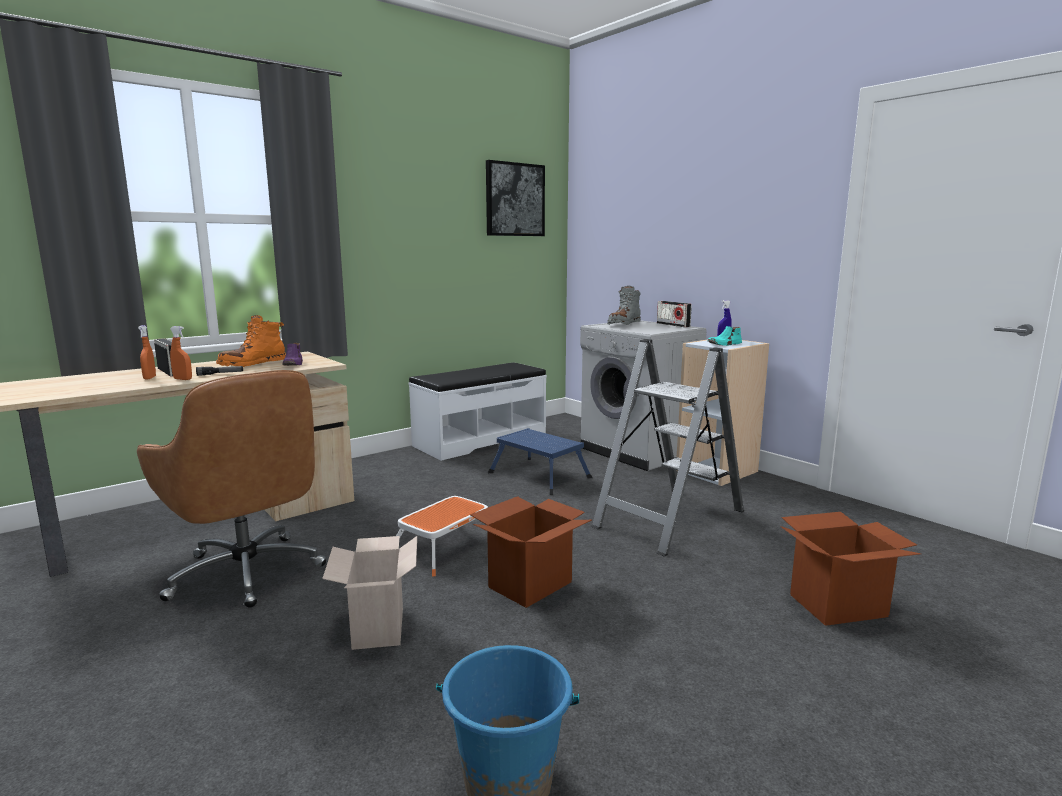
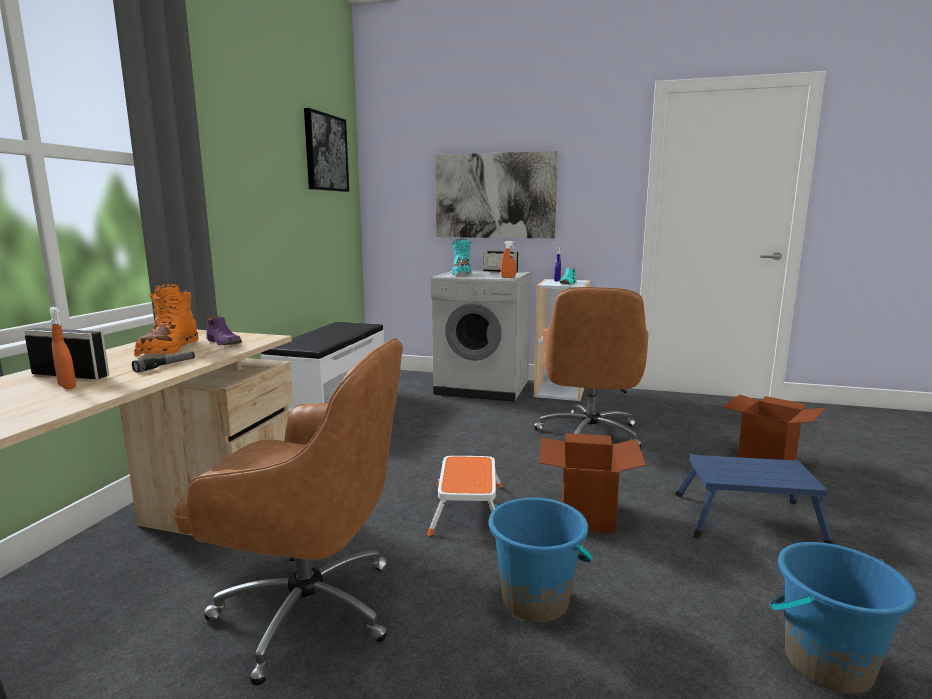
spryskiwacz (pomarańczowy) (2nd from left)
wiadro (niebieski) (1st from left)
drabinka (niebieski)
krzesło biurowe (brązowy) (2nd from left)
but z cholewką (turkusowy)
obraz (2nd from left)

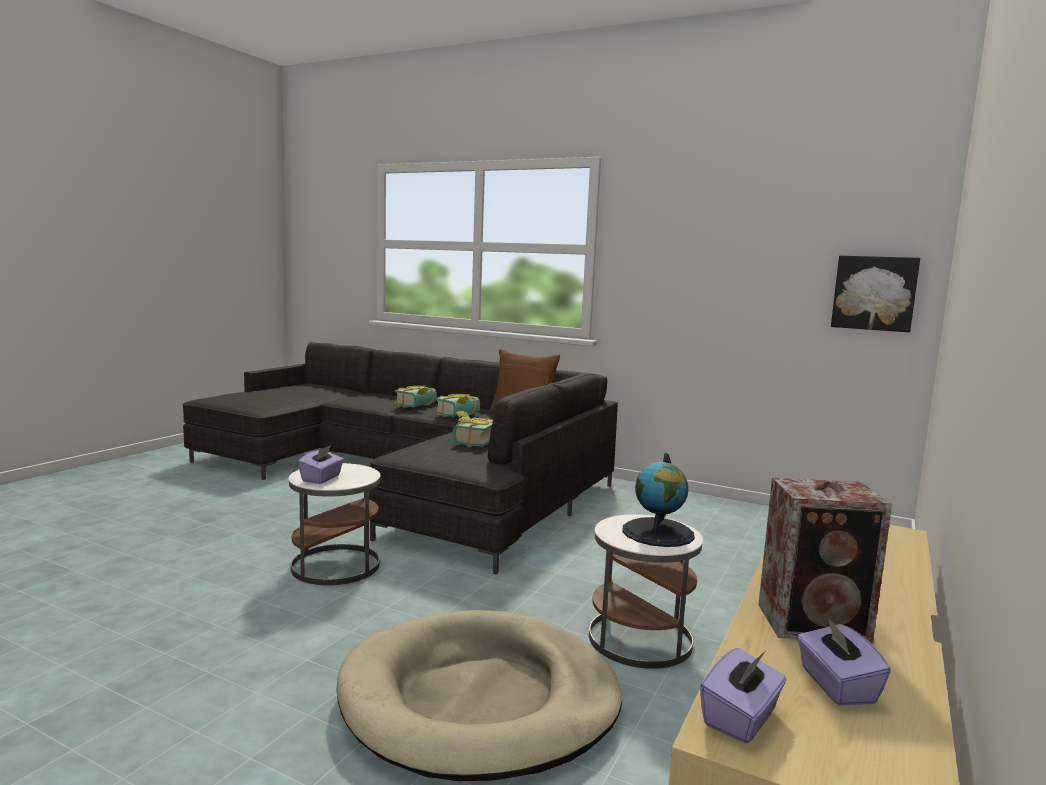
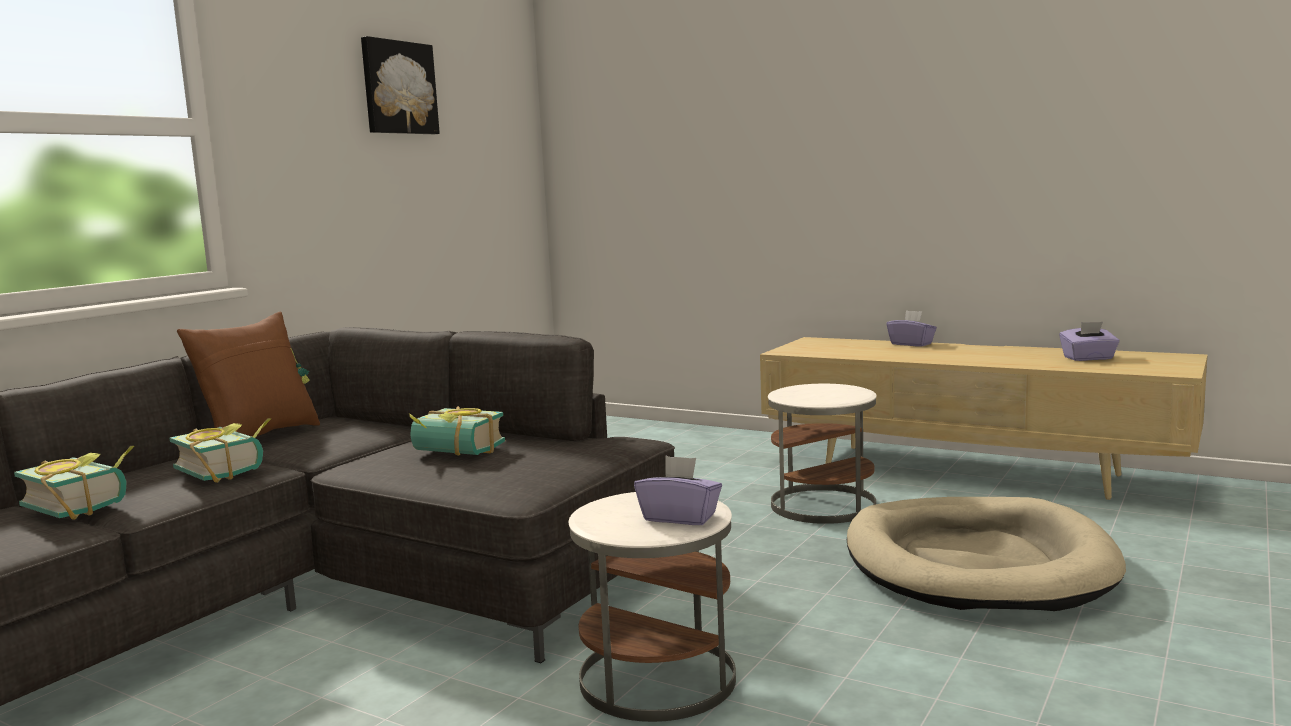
globus
pudełko chusteczek (fioletowy) (2nd from left)
głośnik
obraz

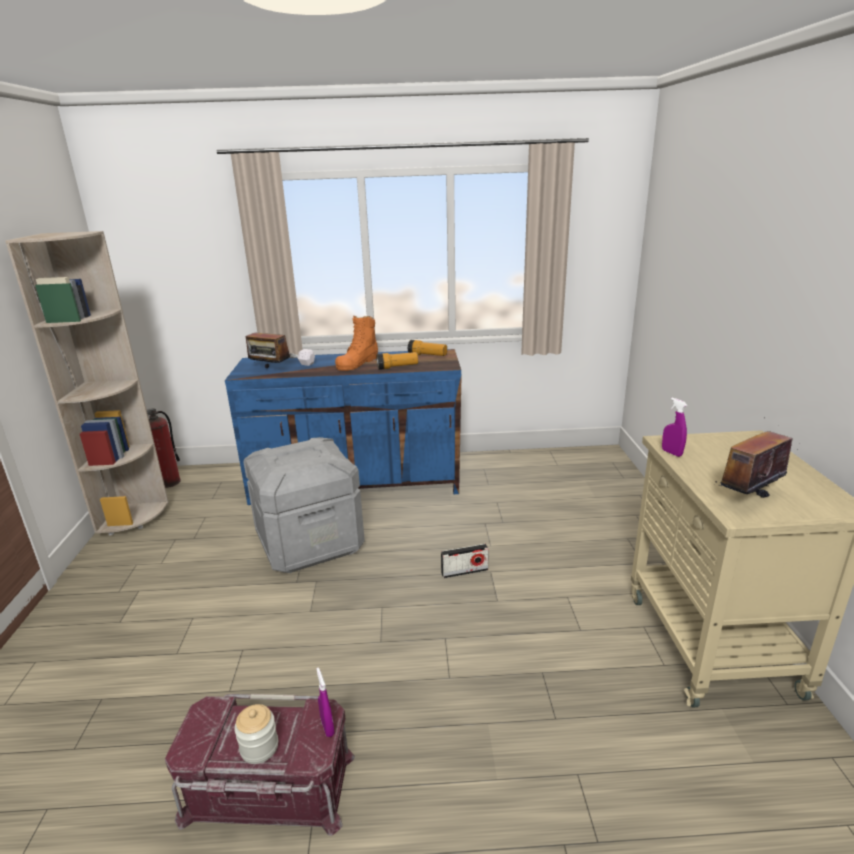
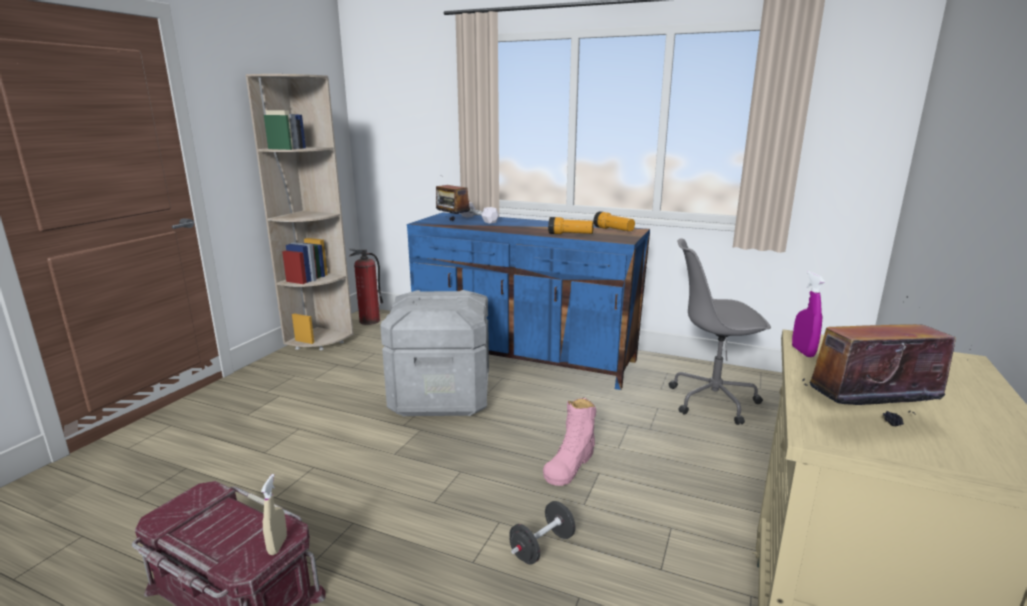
słoik
spryskiwacz (beżowy)
but z cholewką (pomarańczowy)
but z cholewką (różowy)
hantel (czarny)
krzesło biurowe (szary)

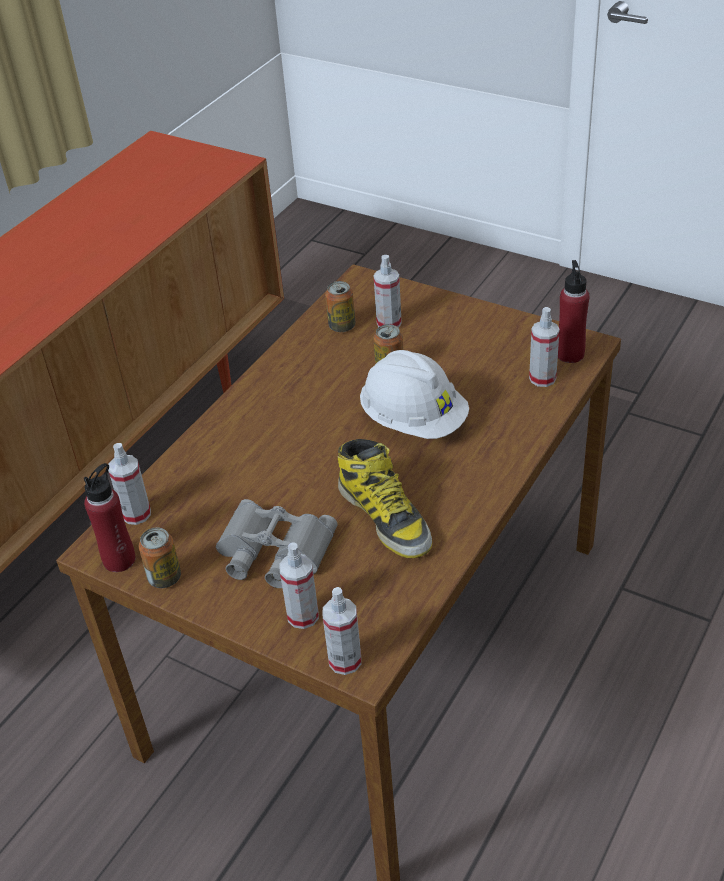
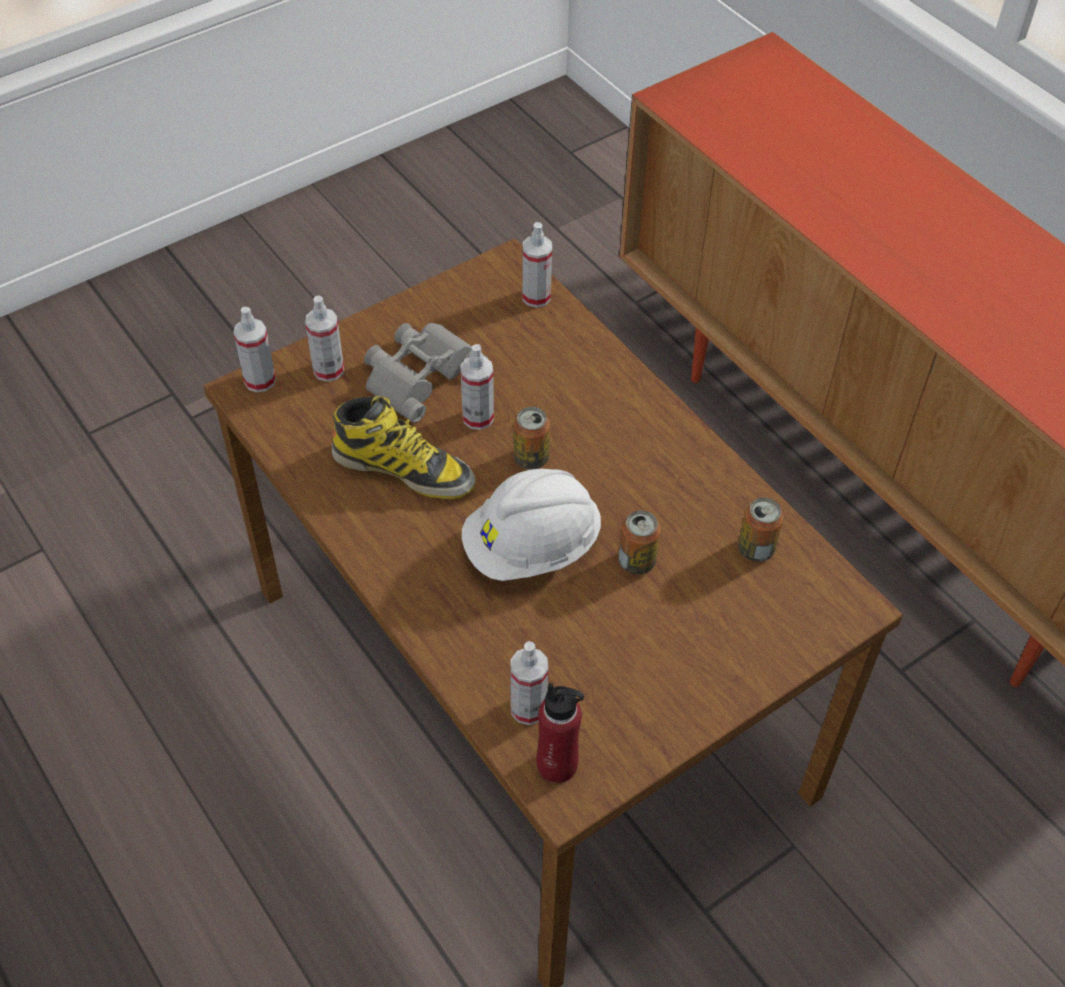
butelka (czerwony) (1st from left in the first image)
puszka (1st from left)
but z cholewką
spryskiwacz (3rd from left)

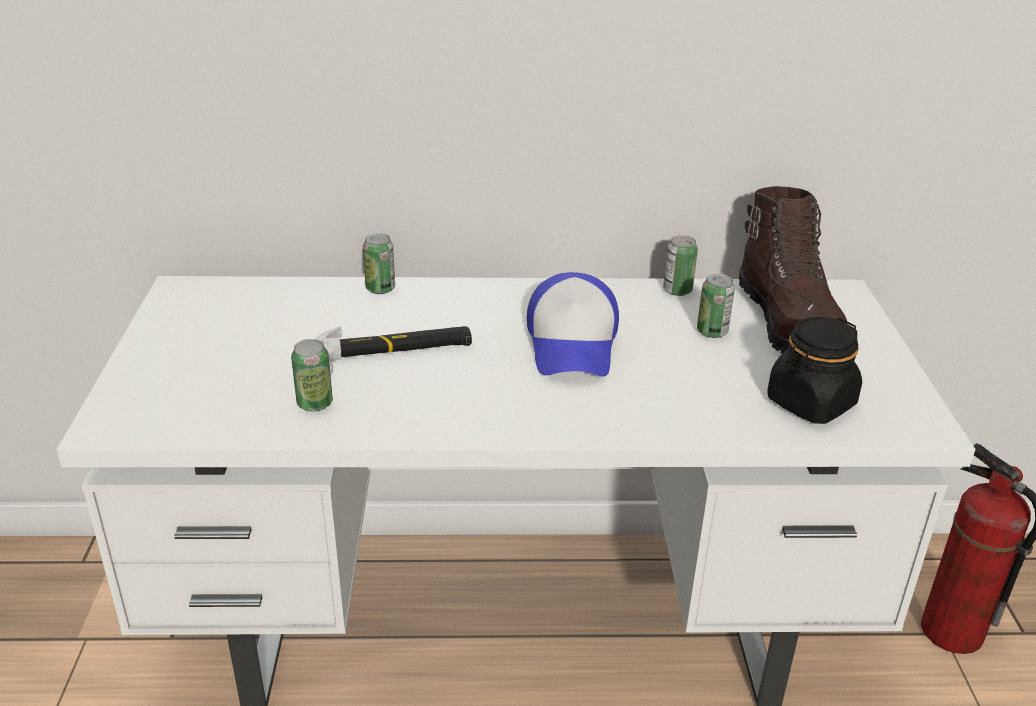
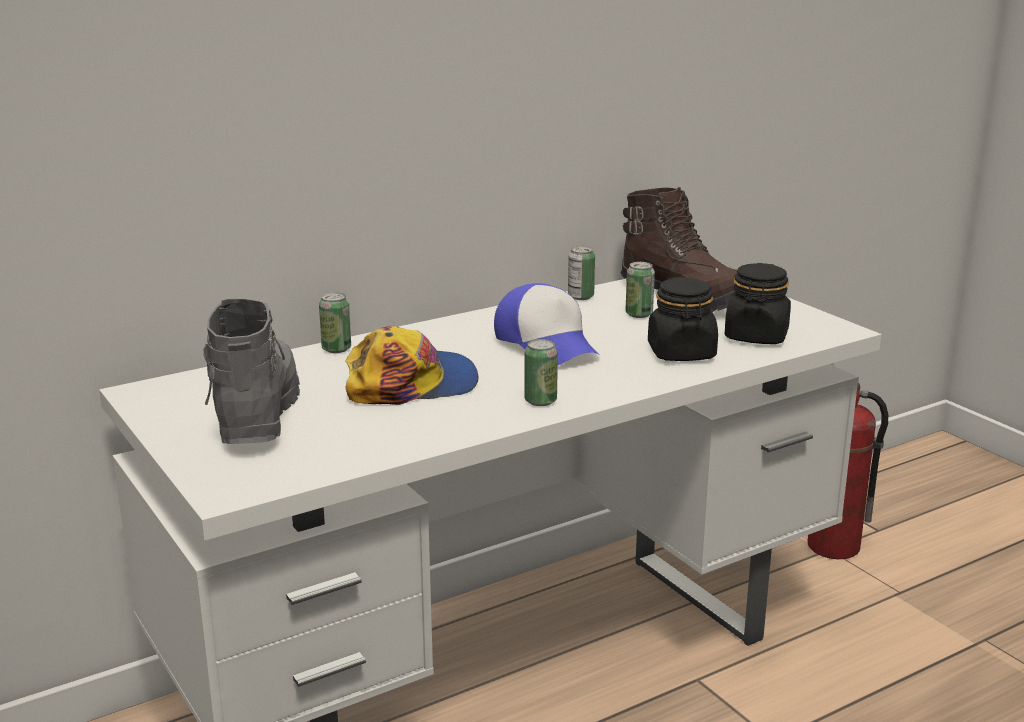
puszka (2nd from left)
czapka z daszkiem (1st from left)
but z cholewką (szary)
słoik (czarny) (1st from left)

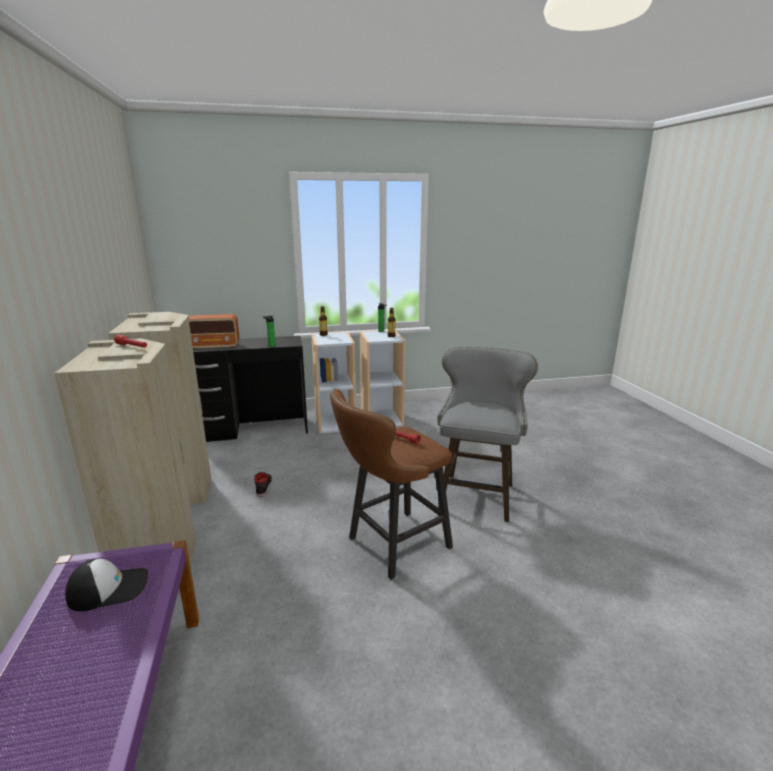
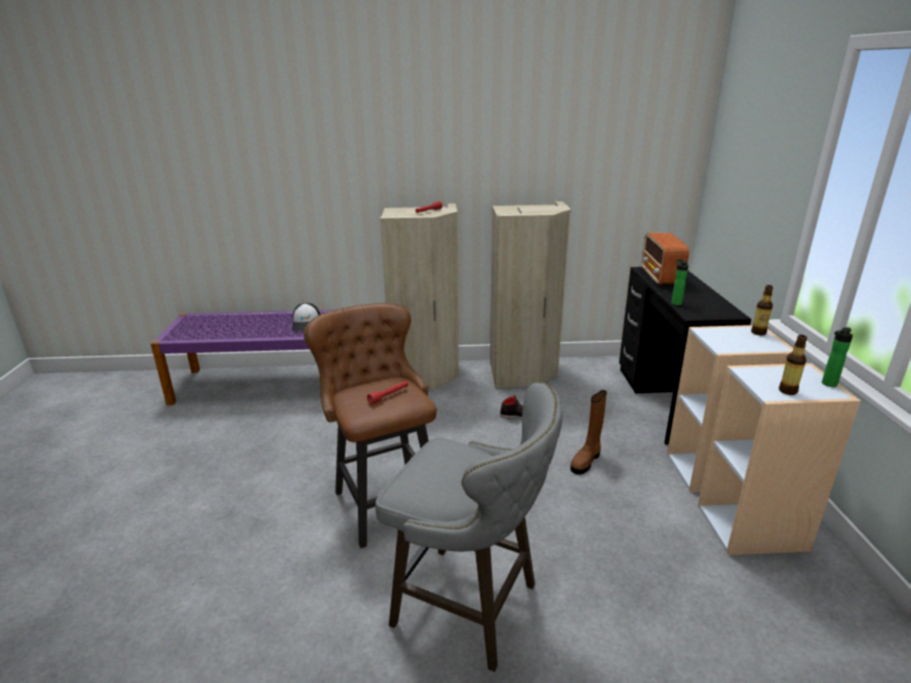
but z cholewką (brązowy)

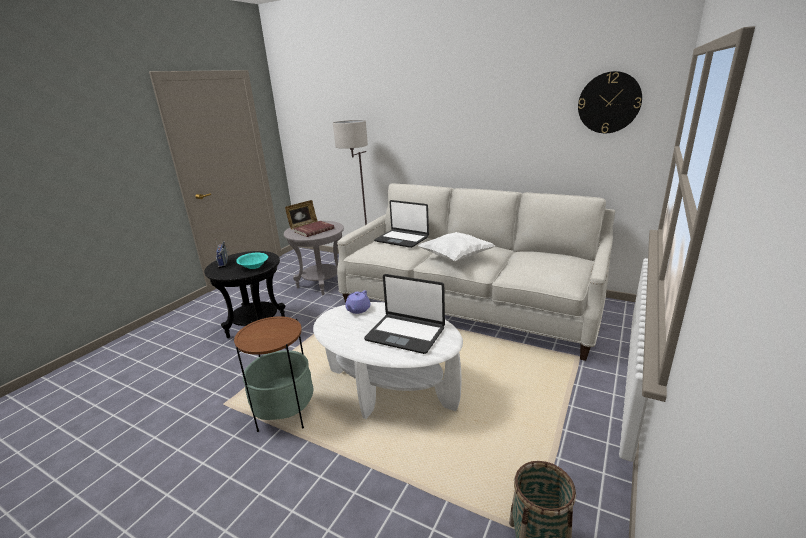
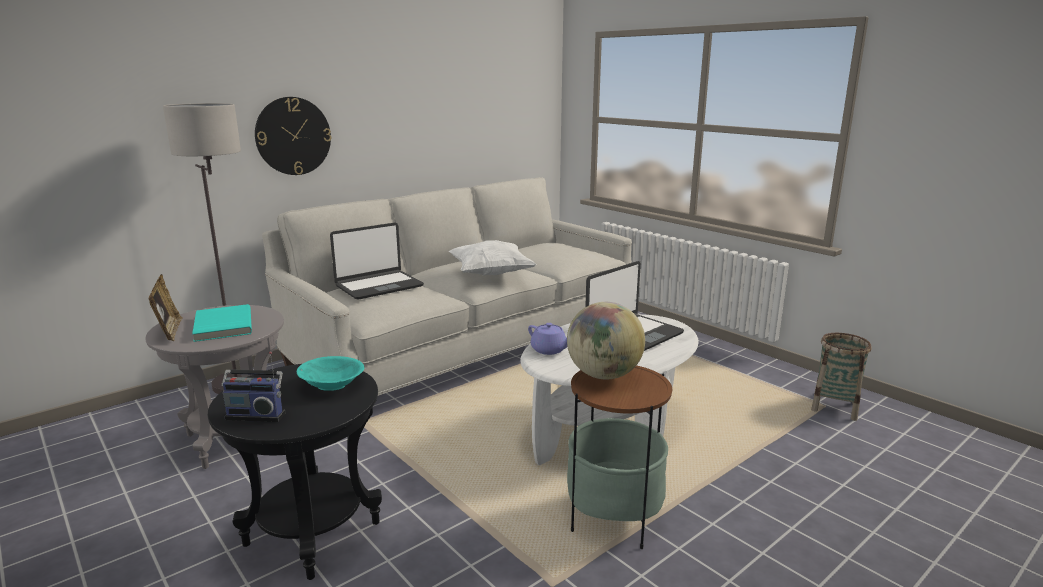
książka (turkusowy)
zegar ścienny
globus

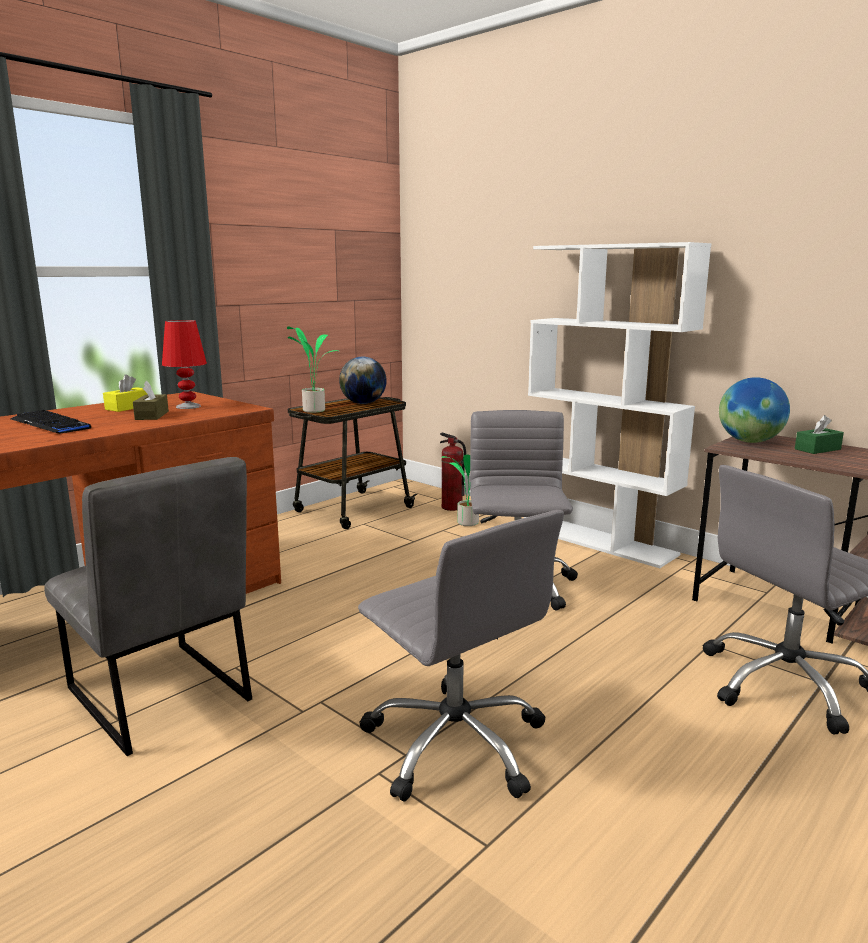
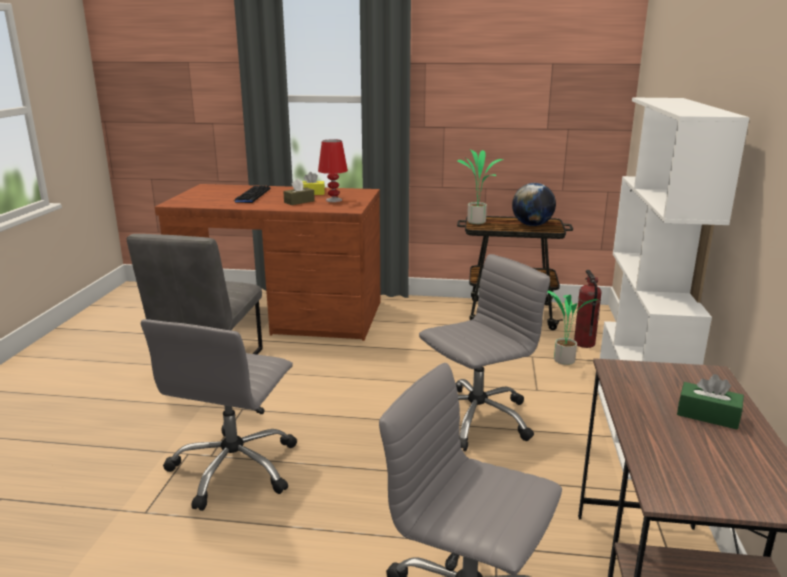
globus (2nd from left in the first image)

